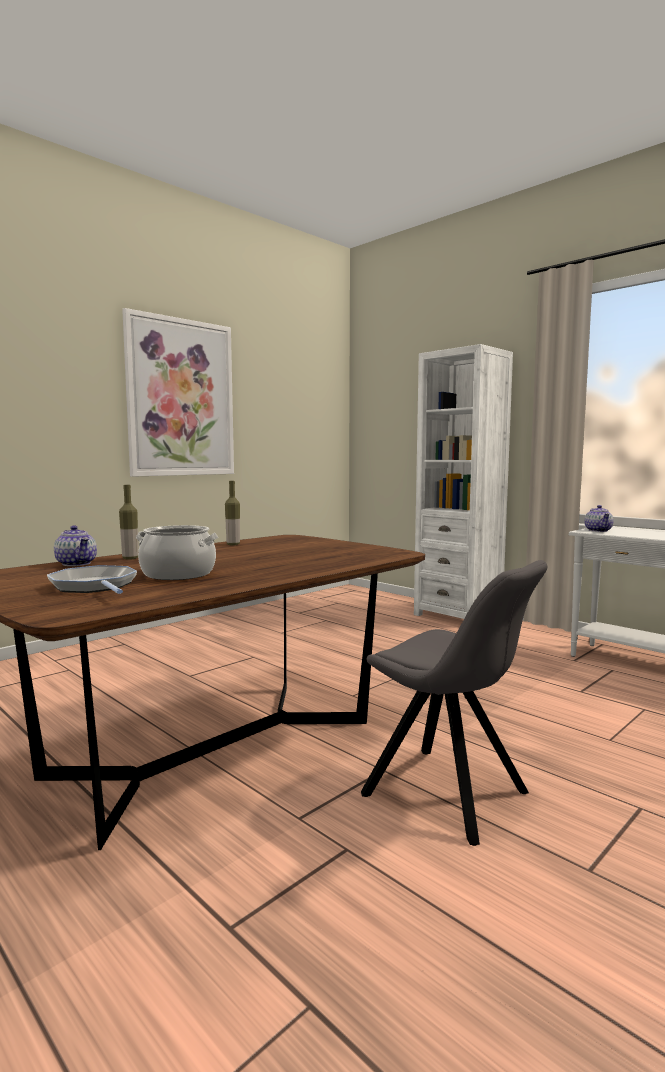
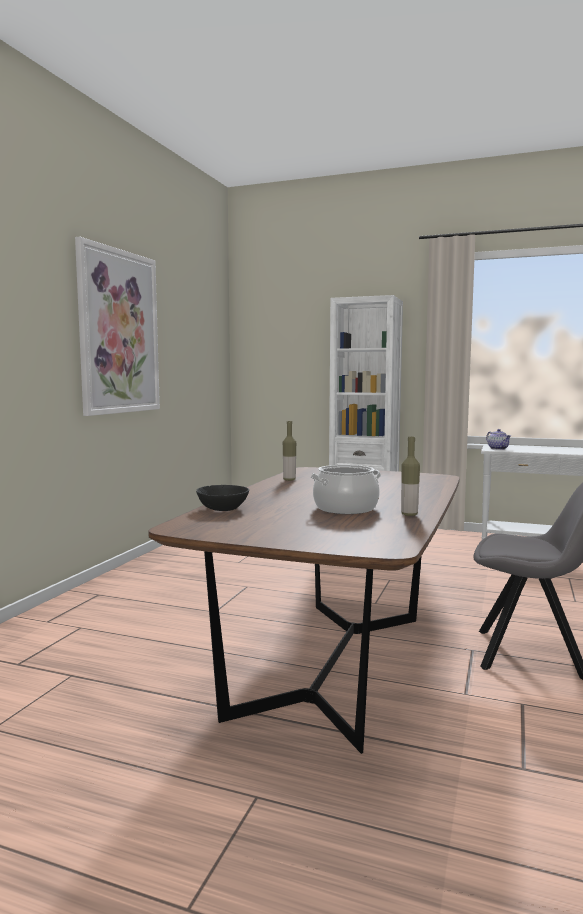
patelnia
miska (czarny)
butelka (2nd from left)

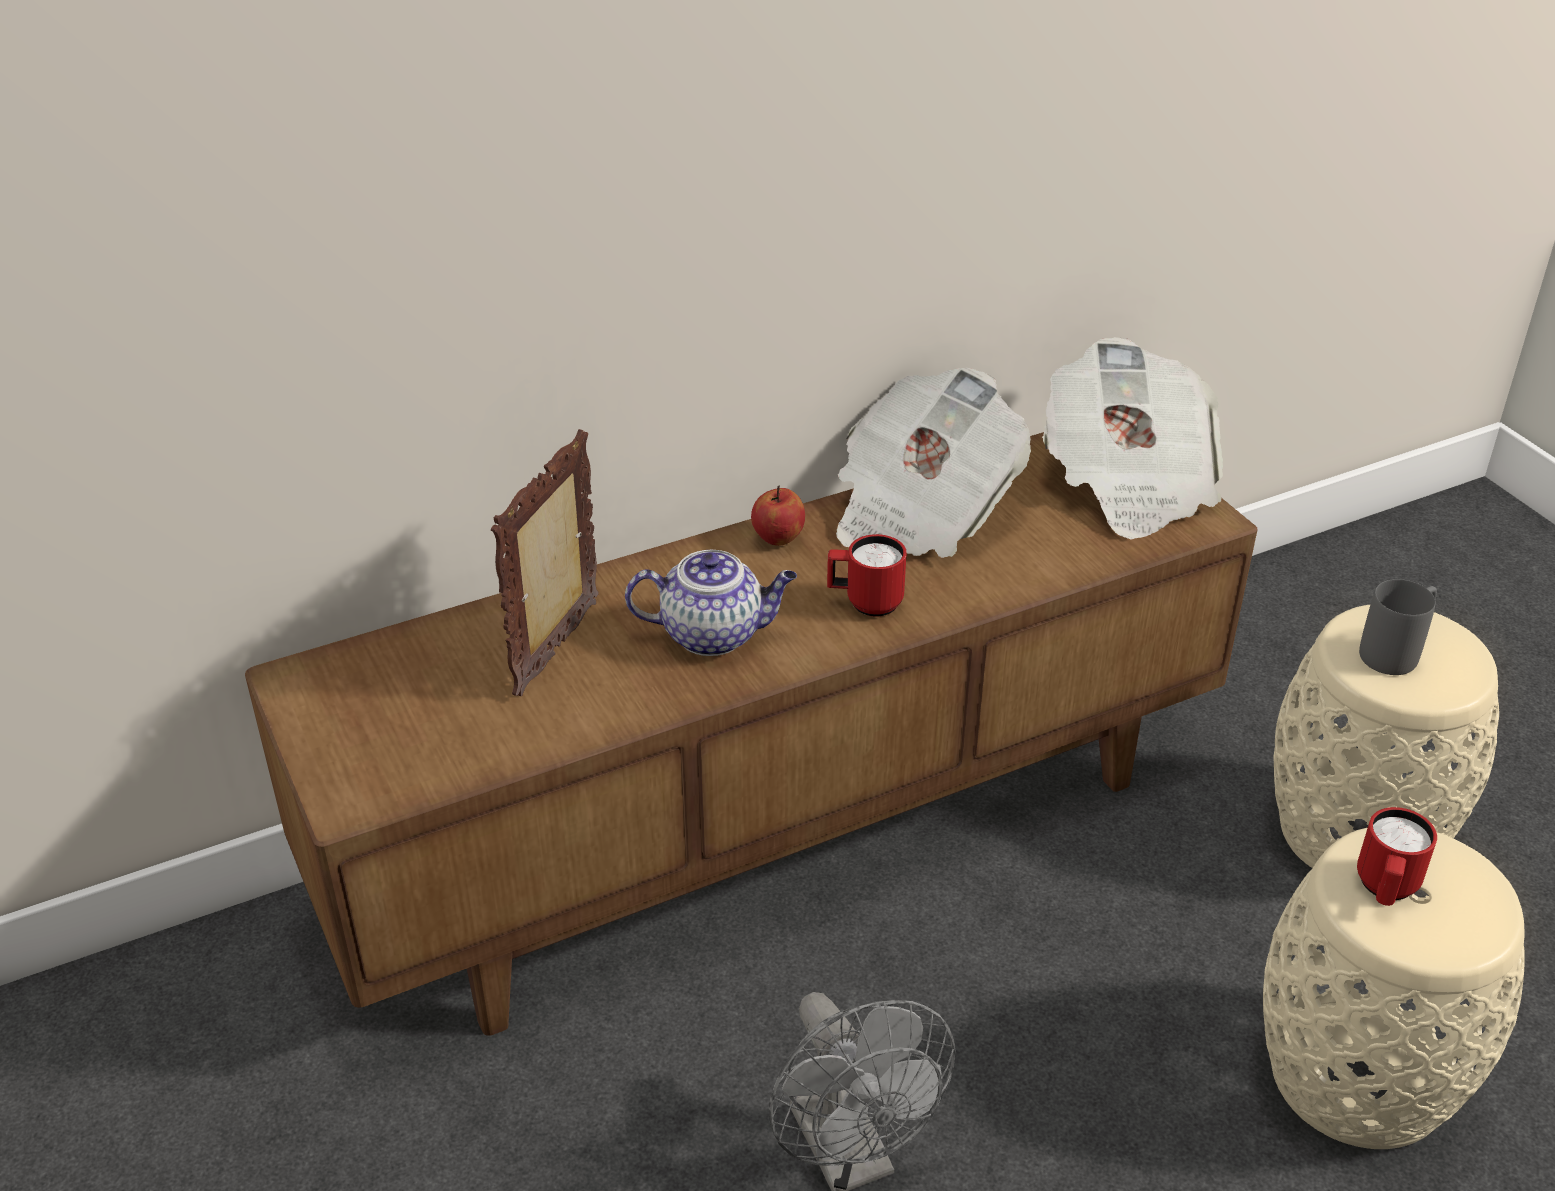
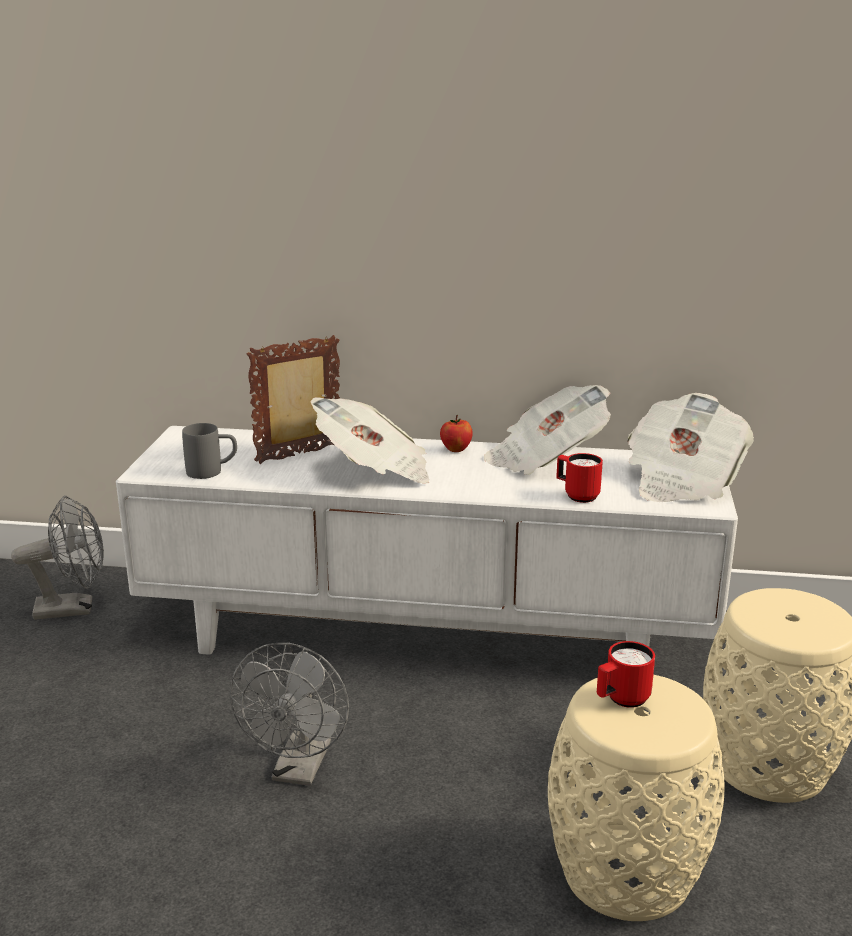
szafka pod telewizor (biały)
gazeta (1st from left)
kubek (czerwony) (1st from left)
kubek (szary)
wentylator (szary) (1st from left)

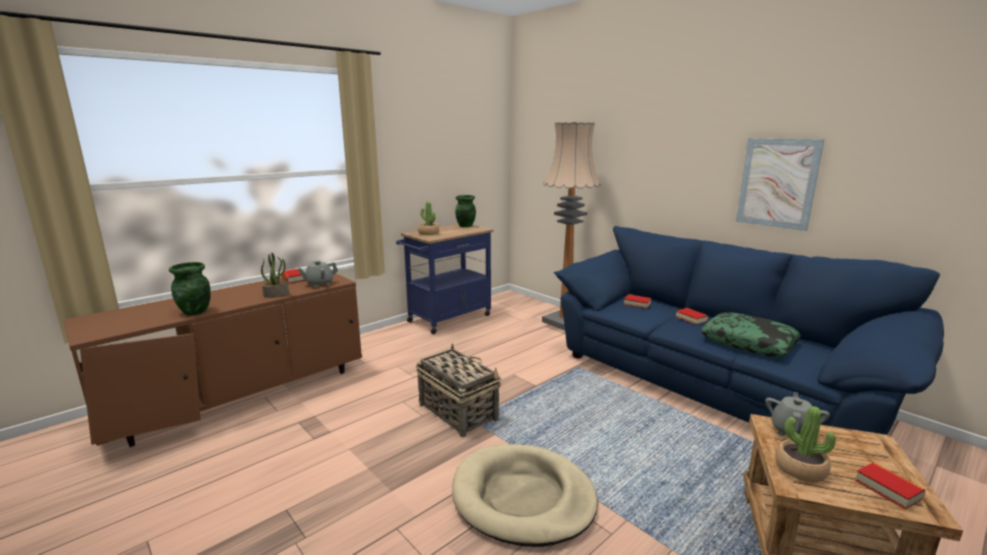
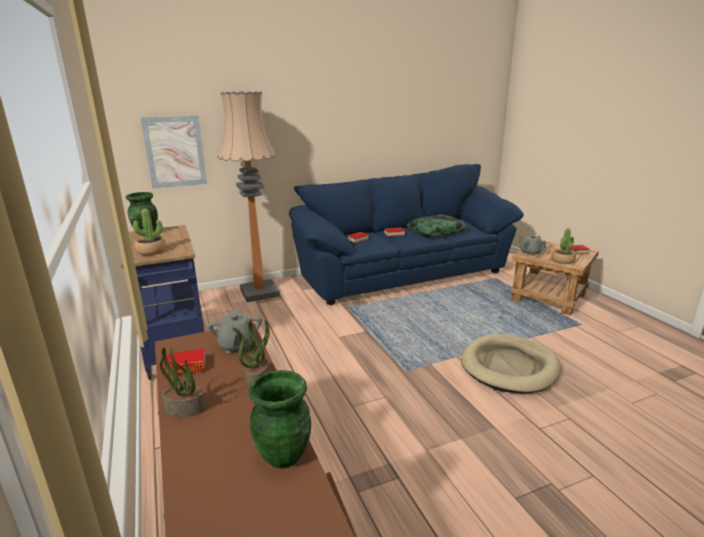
koszyk
obraz
roślina doniczkowa (2nd from left)

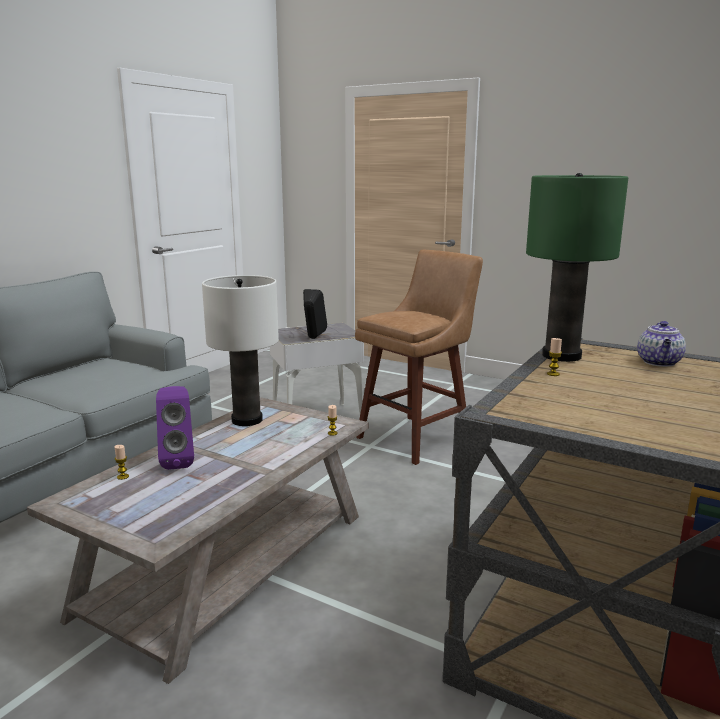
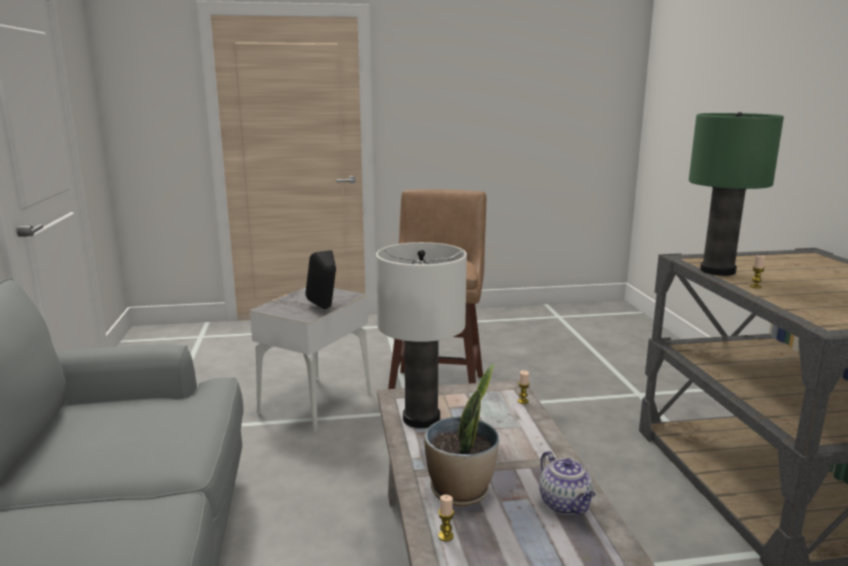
roślina doniczkowa
imbryk

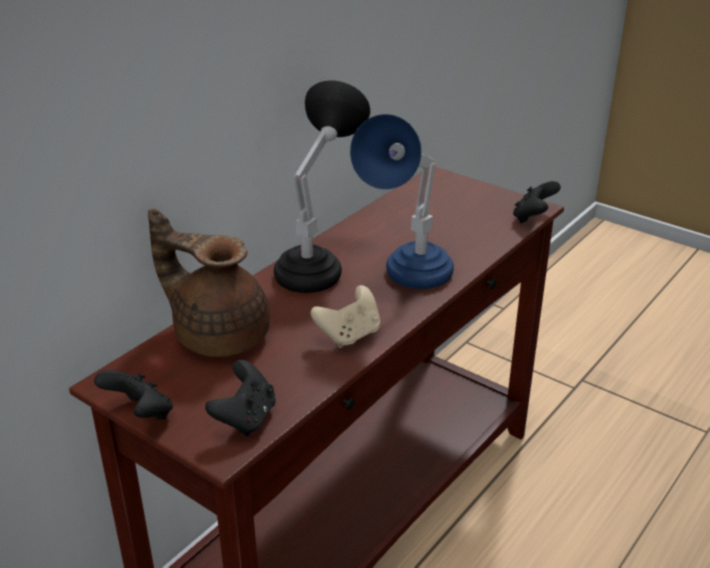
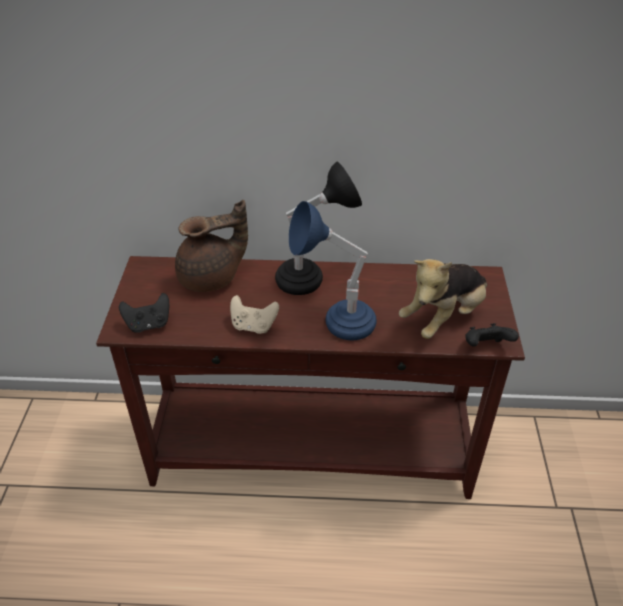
pad do gier (czarny) (1st from left in the first image)
imbryk (brązowy)
pluszak

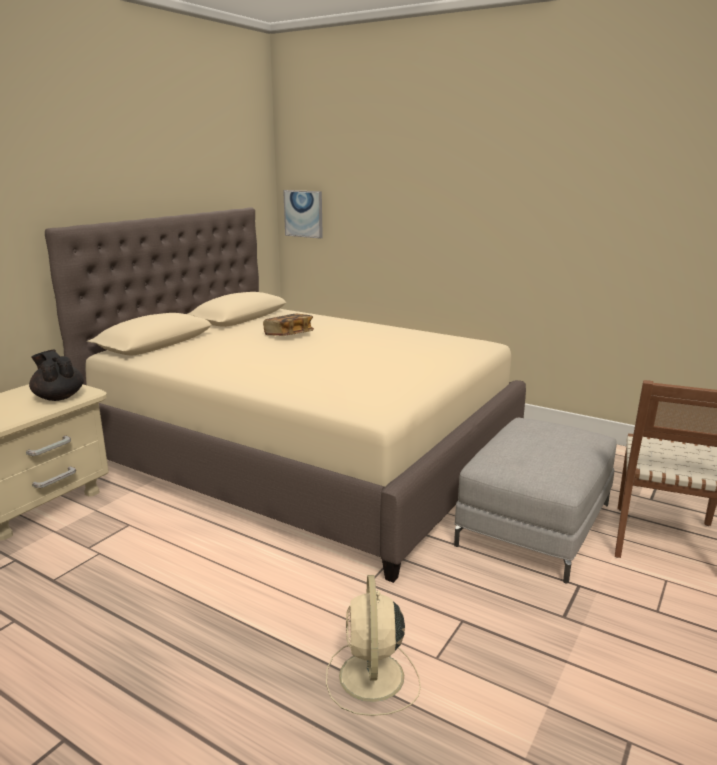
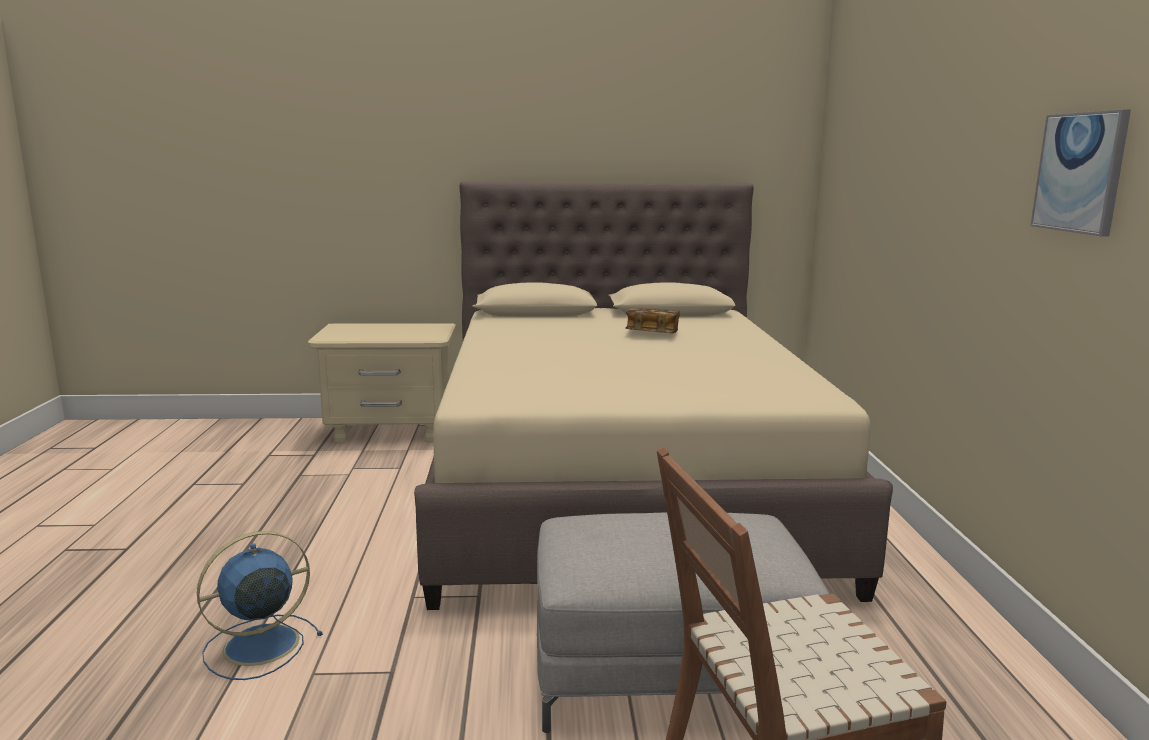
imbryk (czarny)
obraz
wentylator (niebieski)

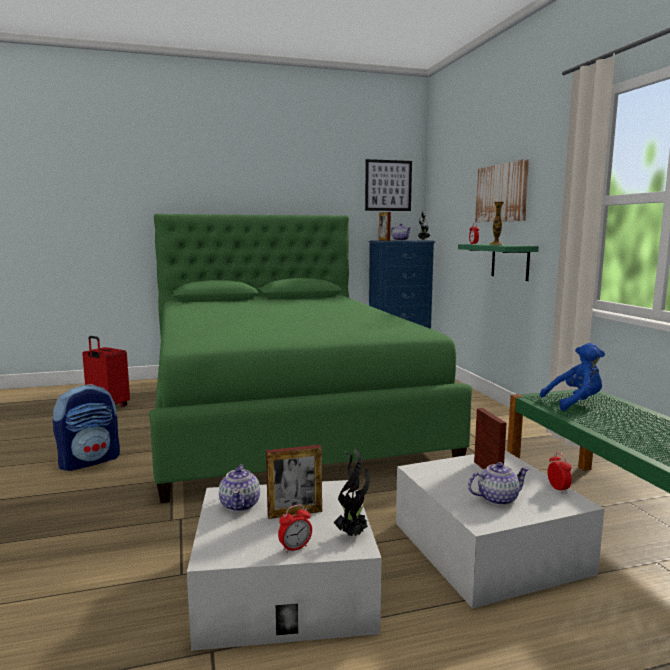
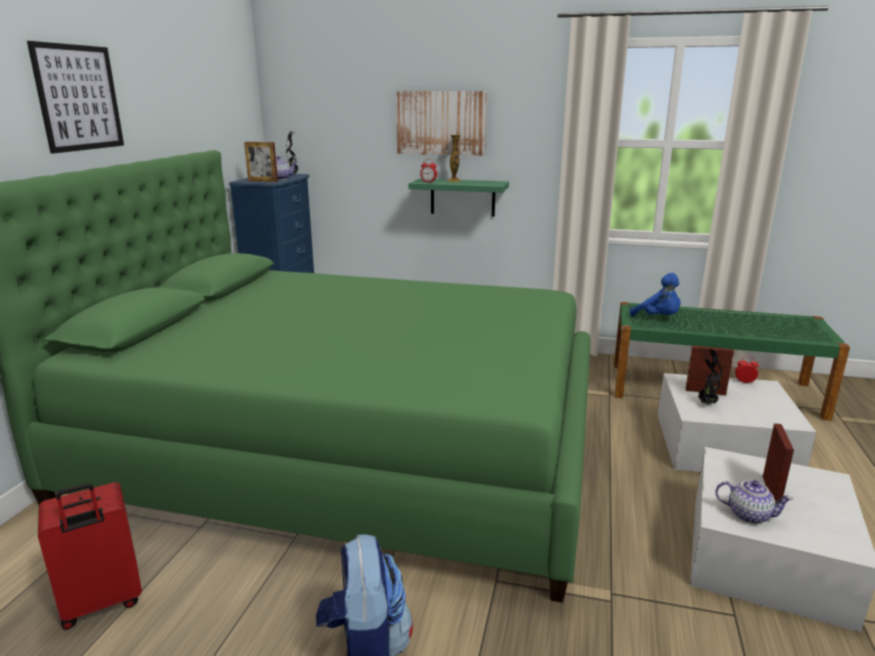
budzik (1st from left in the first image)
roślina doniczkowa (2nd from left)
obraz (1st from left)
imbryk (3rd from left in the first image)
pluszak (niebieski)

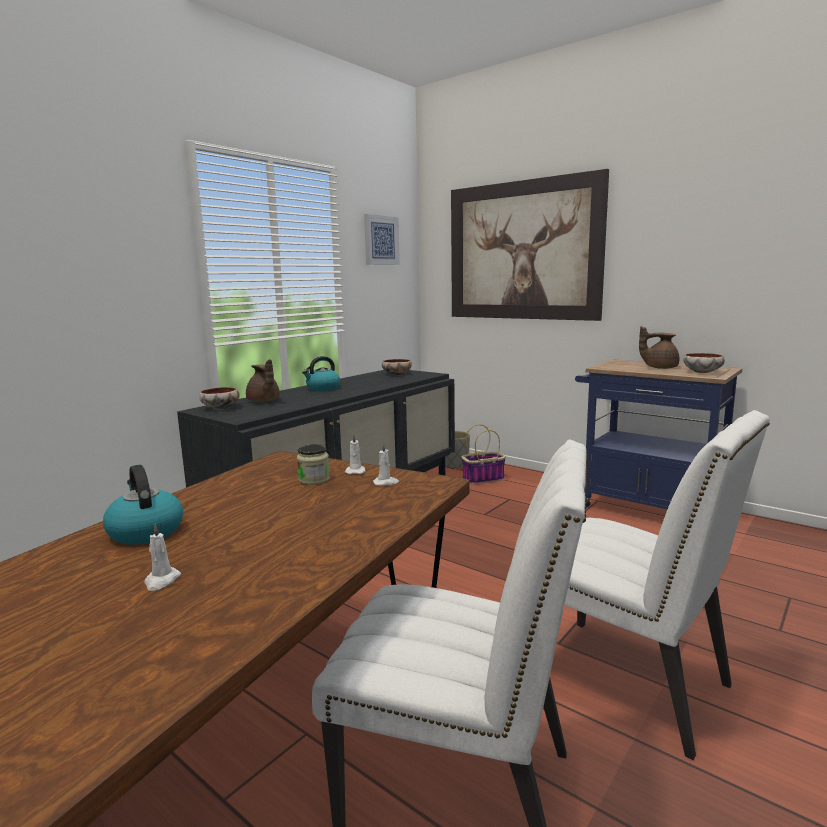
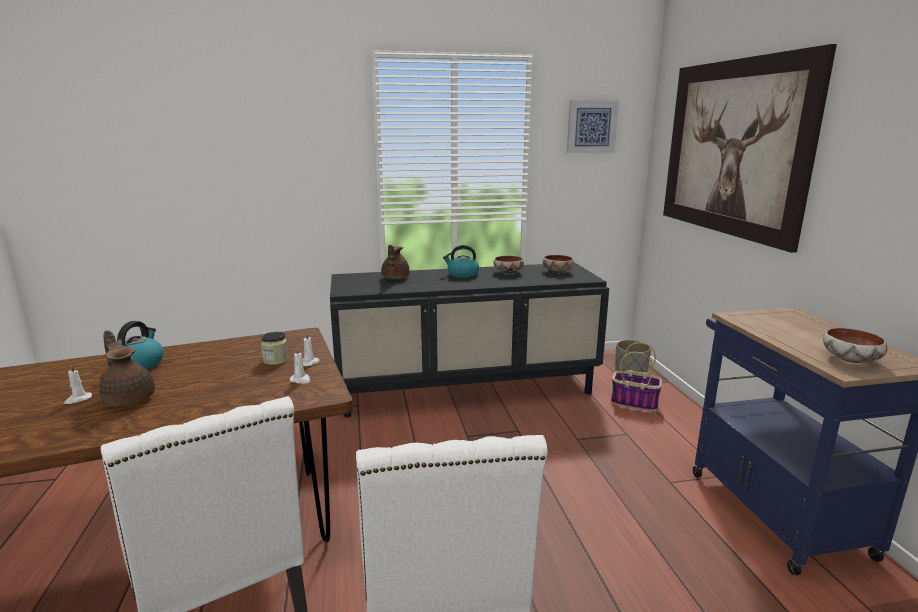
miska (1st from left)
imbryk (brązowy) (1st from left)

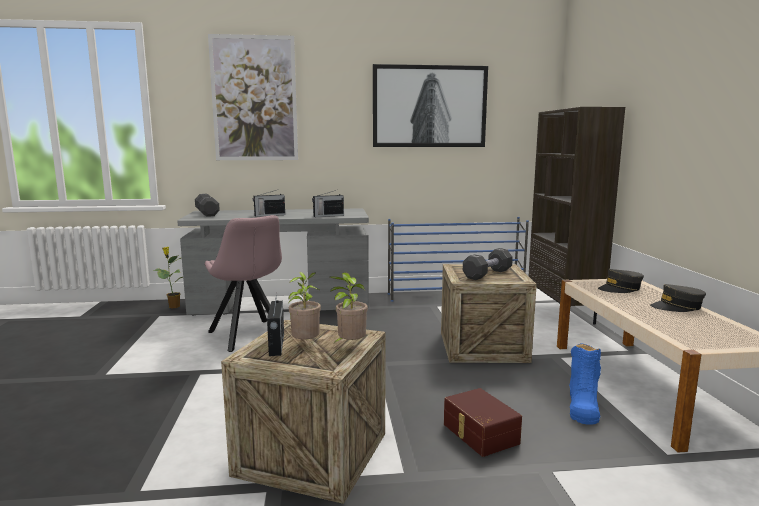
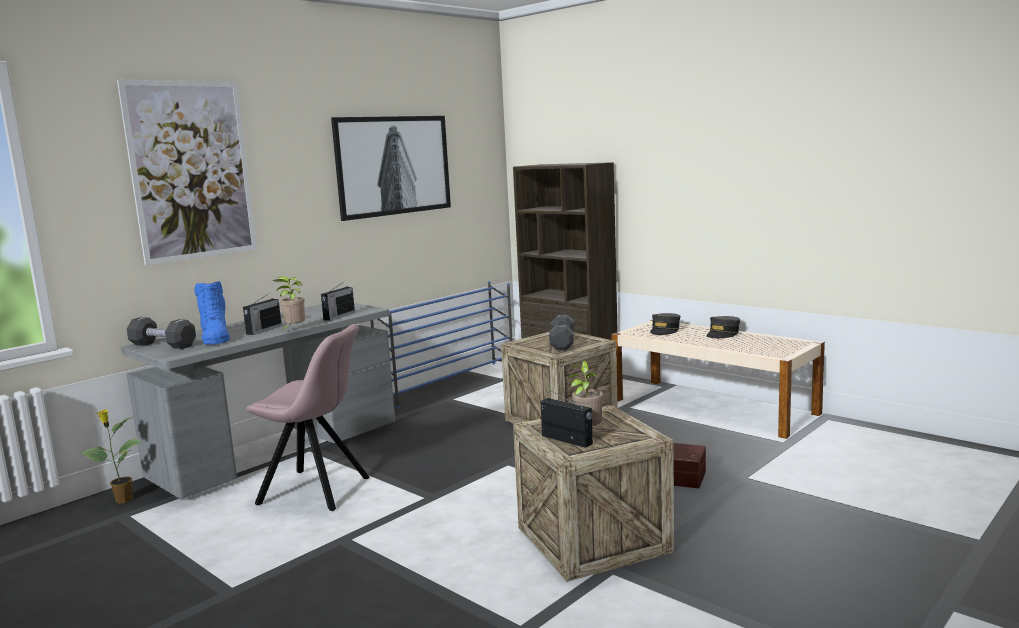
roślina doniczkowa (2nd from left)
but z cholewką (niebieski)

